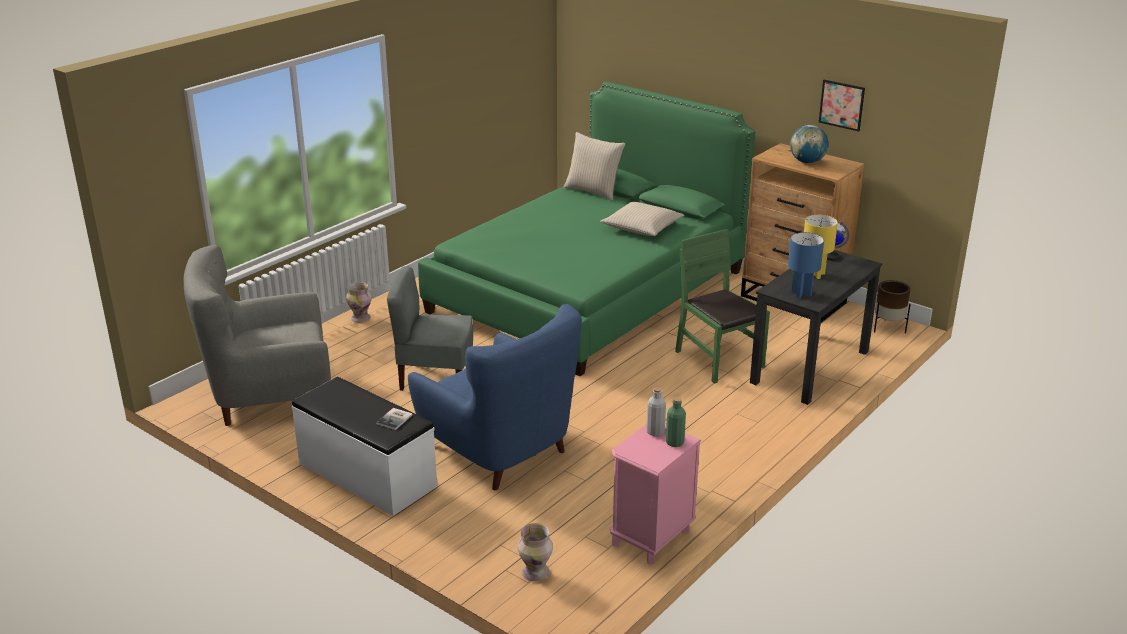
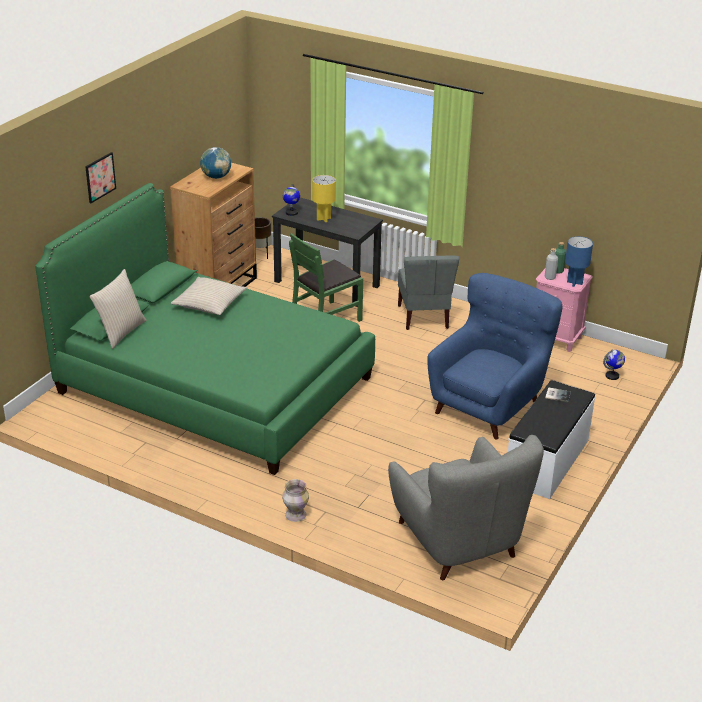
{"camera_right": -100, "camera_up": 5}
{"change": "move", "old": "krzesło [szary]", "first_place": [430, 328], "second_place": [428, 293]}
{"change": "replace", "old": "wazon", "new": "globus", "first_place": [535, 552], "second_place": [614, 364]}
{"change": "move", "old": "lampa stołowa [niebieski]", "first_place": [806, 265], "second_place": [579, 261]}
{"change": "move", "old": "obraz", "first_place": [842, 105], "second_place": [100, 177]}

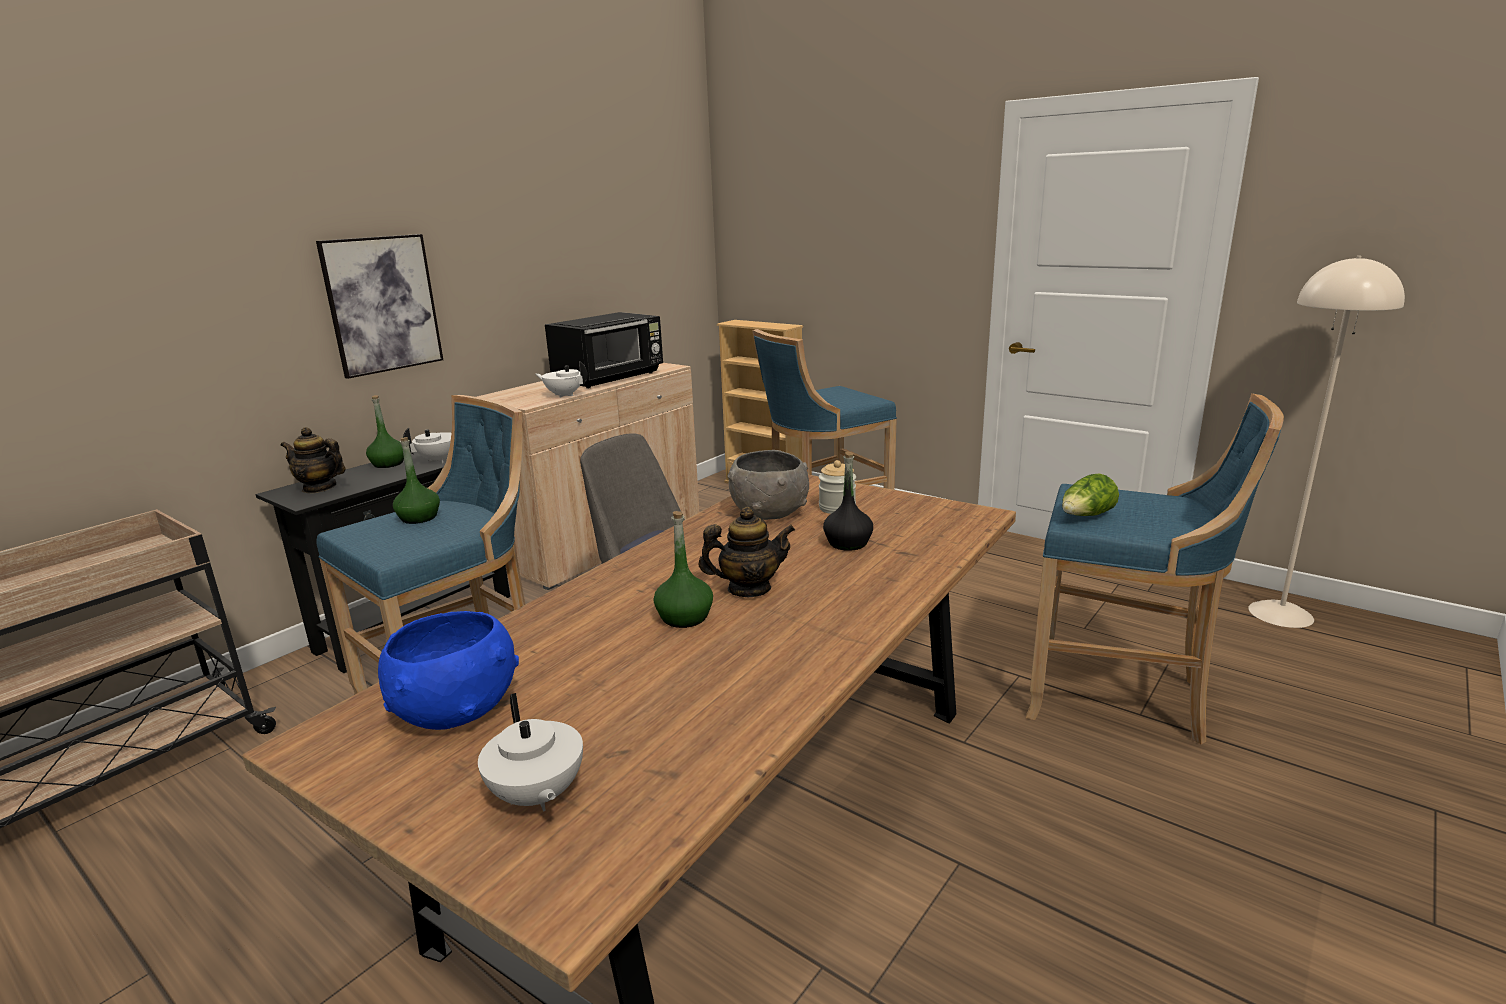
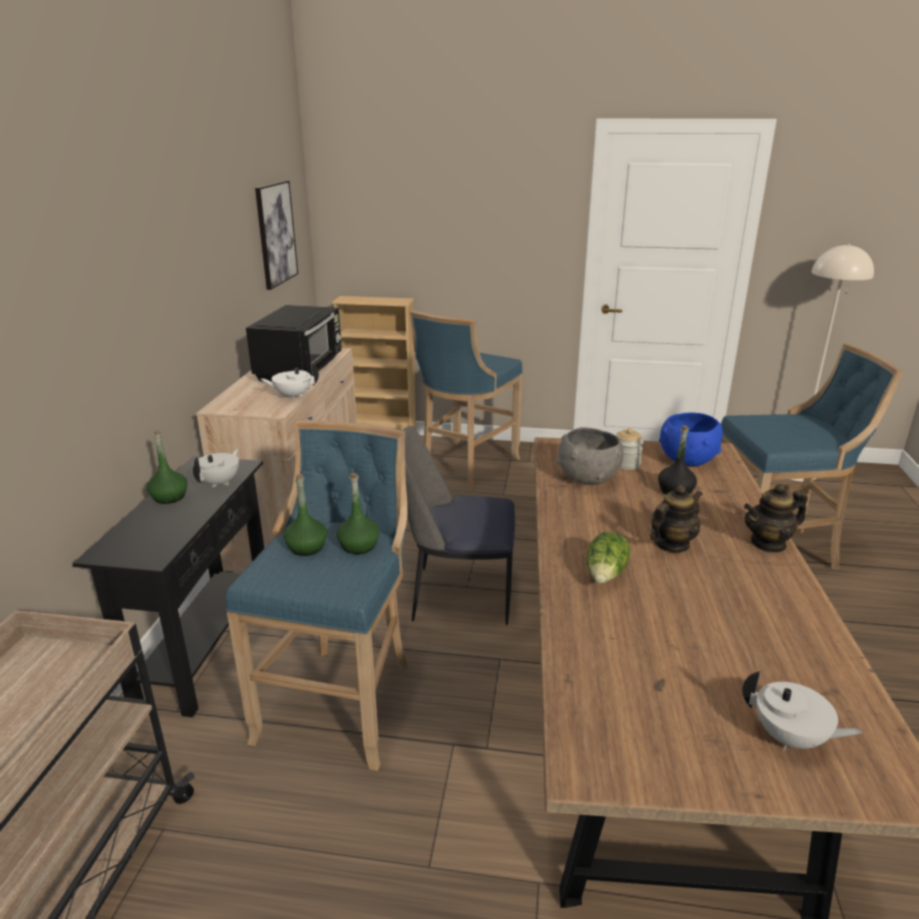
{"camera_right": -30, "camera_up": 5}
{"change": "move", "old": "imbryk", "first_place": [313, 460], "second_place": [776, 518]}
{"change": "move", "old": "obraz", "first_place": [379, 306], "second_place": [276, 235]}
{"change": "move", "old": "miska [niebieski]", "first_place": [448, 670], "second_place": [691, 439]}
{"change": "move", "old": "butelka [zielony]", "first_place": [683, 569], "second_place": [358, 513]}
{"change": "move", "old": "sałata", "first_place": [1090, 494], "second_place": [608, 557]}

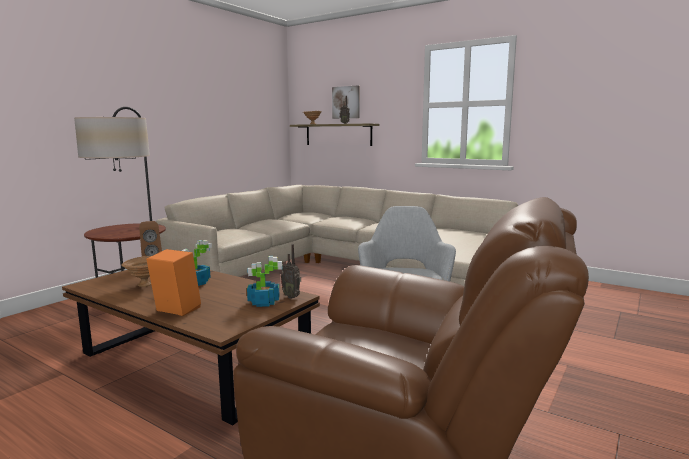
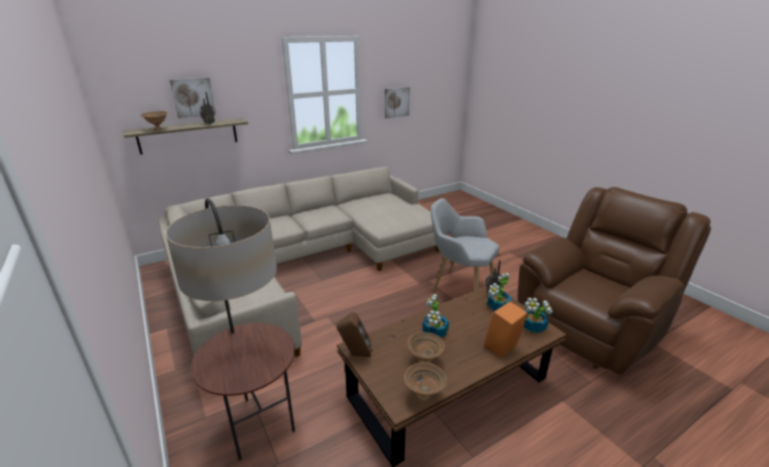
{"camera_right": -65, "camera_up": 15}
{"change": "insert", "new": "obraz", "second_place": [397, 102]}
{"change": "insert", "new": "miska [brązowy]", "second_place": [425, 381]}
{"change": "insert", "new": "roślina doniczkowa", "second_place": [538, 315]}

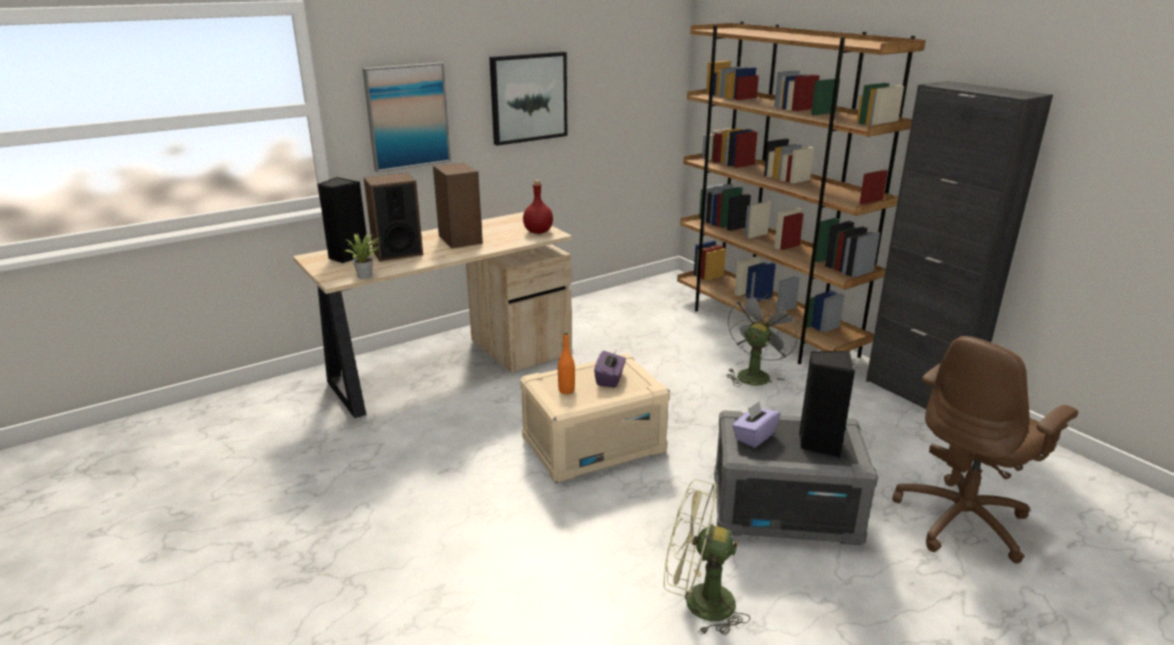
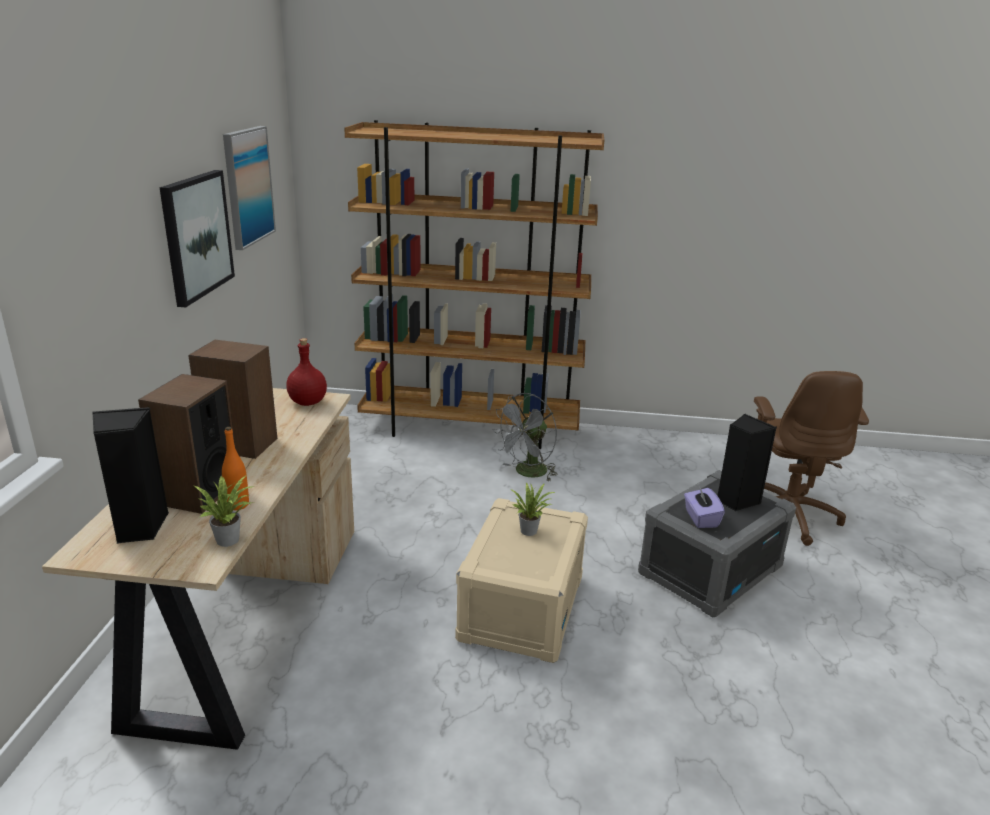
{"camera_right": -50, "camera_up": 0}
{"change": "move", "old": "obraz", "first_place": [406, 117], "second_place": [249, 188]}
{"change": "move", "old": "butelka [pomarańczowy]", "first_place": [566, 363], "second_place": [235, 468]}
{"change": "replace", "old": "pudełko chusteczek [fioletowy]", "new": "roślina doniczkowa", "first_place": [610, 368], "second_place": [532, 509]}
{"change": "delete", "old": "wentylator [zielony]", "first_place": [707, 557]}
{"change": "rotate", "old": "wentylator [szary]", "first_place": [763, 340], "second_place": [525, 437], "degrees": -120}
{"change": "delete", "old": "szafka [czarny]", "first_place": [959, 245]}

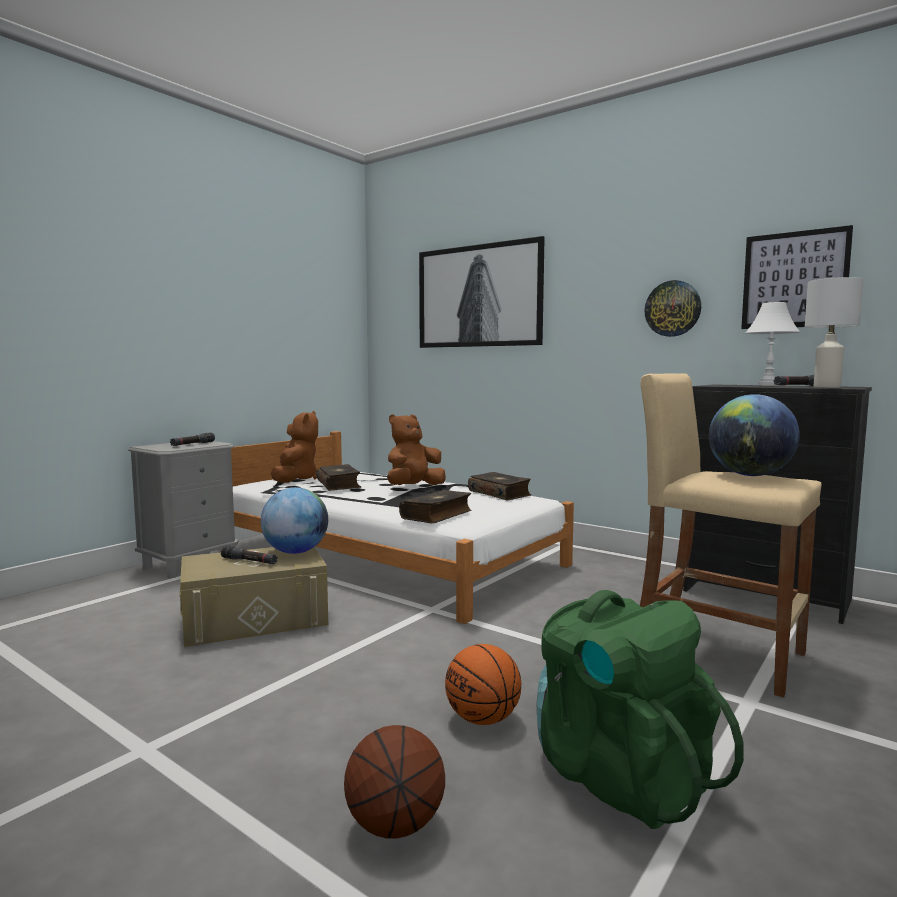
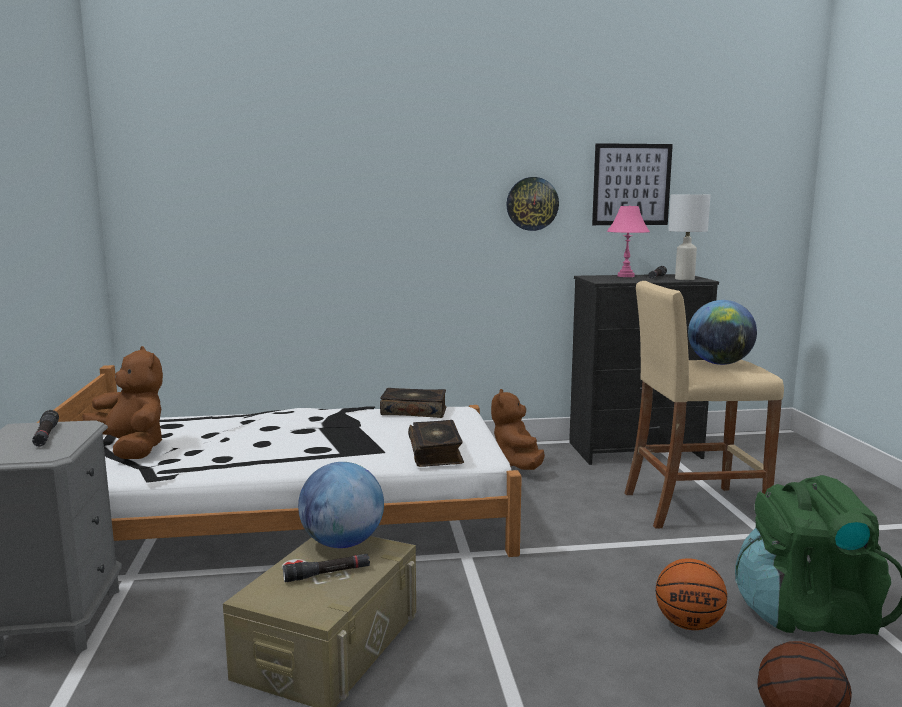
{"camera_right": -45, "camera_up": 5}
{"change": "delete", "old": "książka", "first_place": [338, 477]}
{"change": "move", "old": "pluszak [brązowy]", "first_place": [416, 449], "second_place": [518, 429]}
{"change": "delete", "old": "obraz", "first_place": [482, 292]}
{"change": "recolor", "old": "lampa stołowa [biały]", "new": "lampa stołowa [różowy]", "first_place": [772, 344], "second_place": [628, 241]}

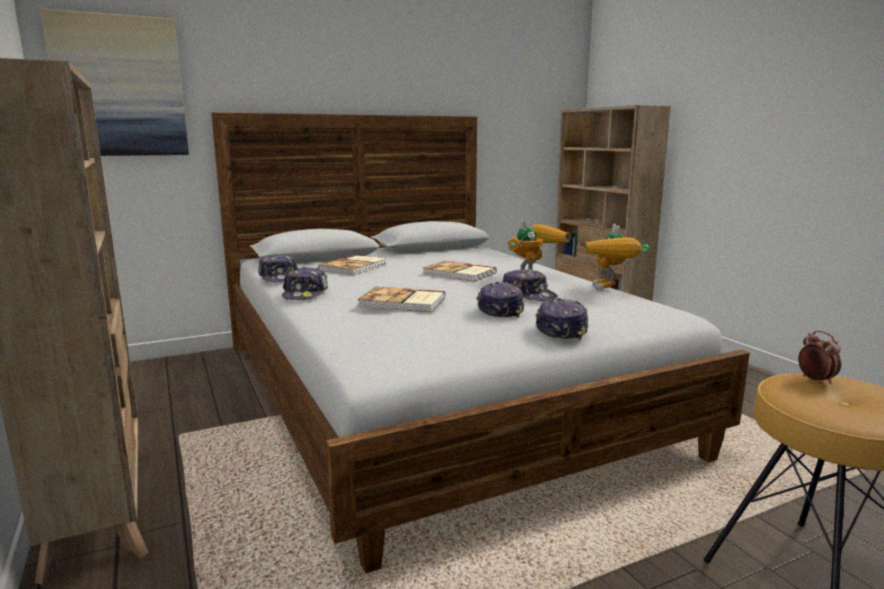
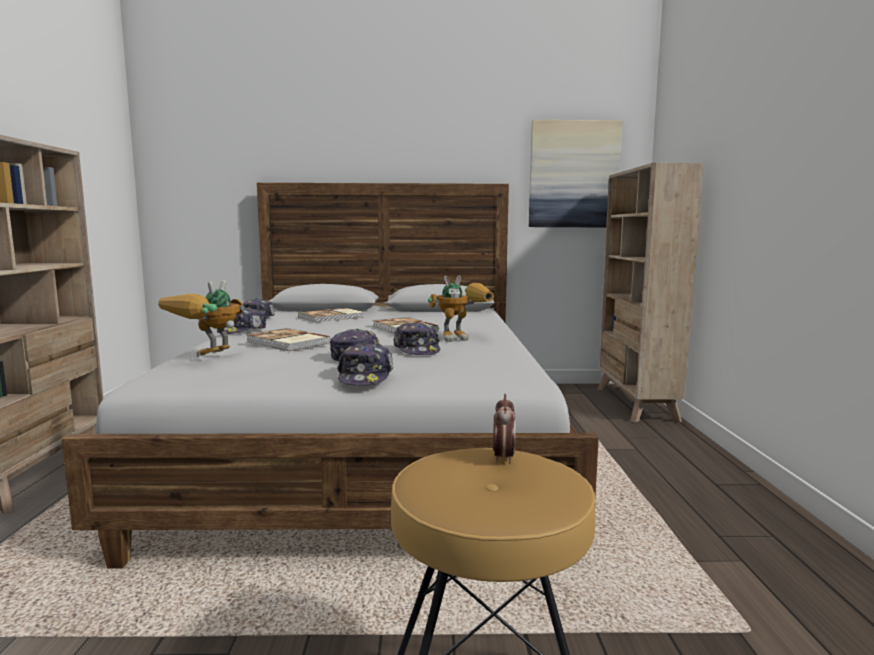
{"camera_right": 25, "camera_up": -5}
{"change": "move", "old": "obraz", "first_place": [115, 82], "second_place": [576, 173]}
{"change": "rotate", "old": "czapka z daszkiem", "first_place": [561, 319], "second_place": [365, 364], "degrees": 150}
{"change": "move", "old": "robot zabawkowy", "first_place": [617, 257], "second_place": [201, 318]}

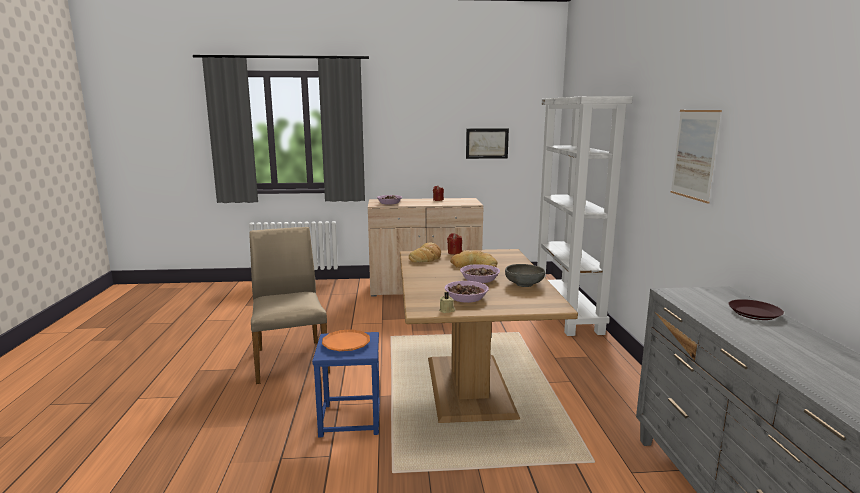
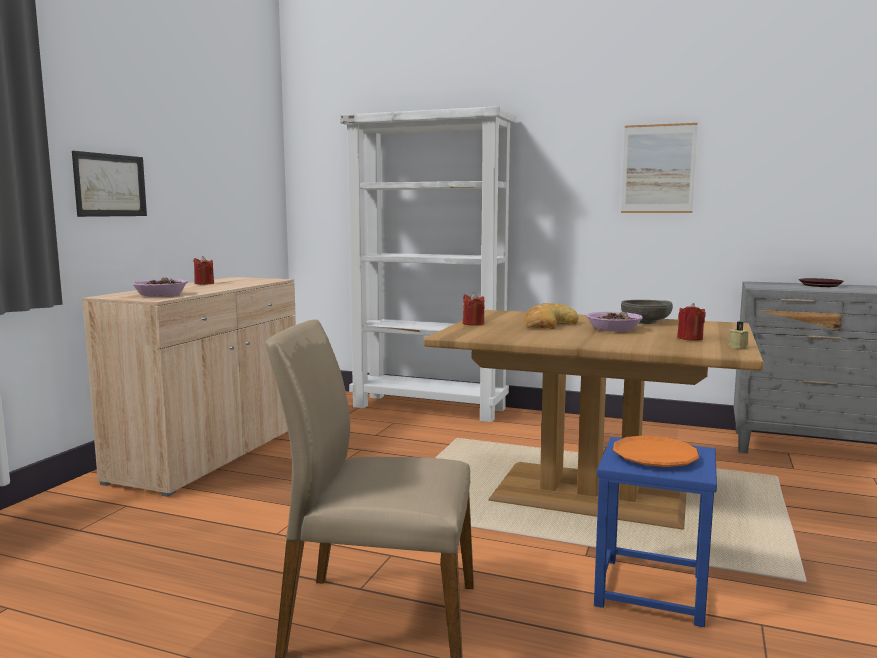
{"camera_right": -65, "camera_up": -5}
{"change": "delete", "old": "chleb", "first_place": [425, 252]}
{"change": "replace", "old": "miska", "new": "świeca [czerwony]", "first_place": [467, 292], "second_place": [691, 322]}
{"change": "move", "old": "obraz", "first_place": [487, 143], "second_place": [109, 184]}

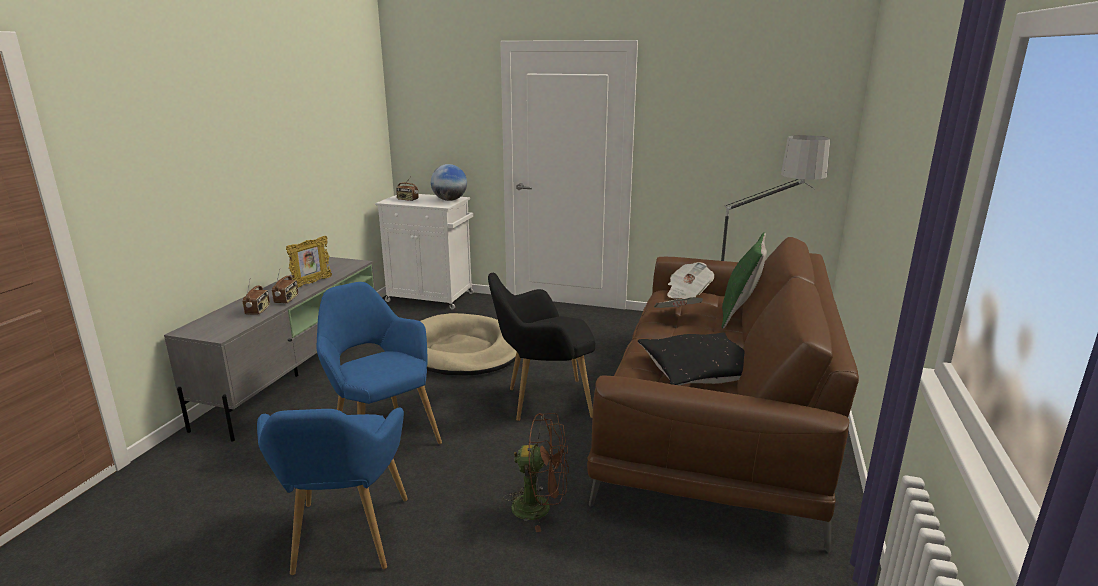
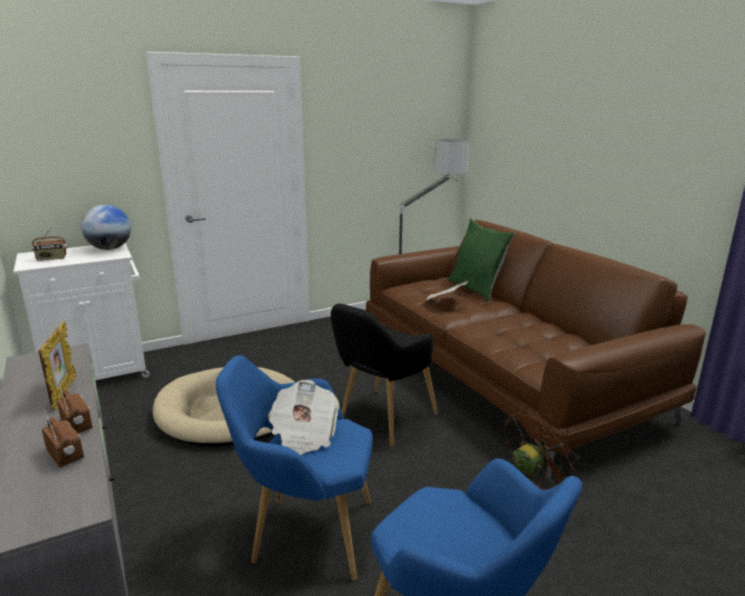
{"camera_right": -45, "camera_up": 0}
{"change": "delete", "old": "poduszka [czarny]", "first_place": [691, 358]}
{"change": "move", "old": "gazeta", "first_place": [690, 280], "second_place": [304, 417]}

